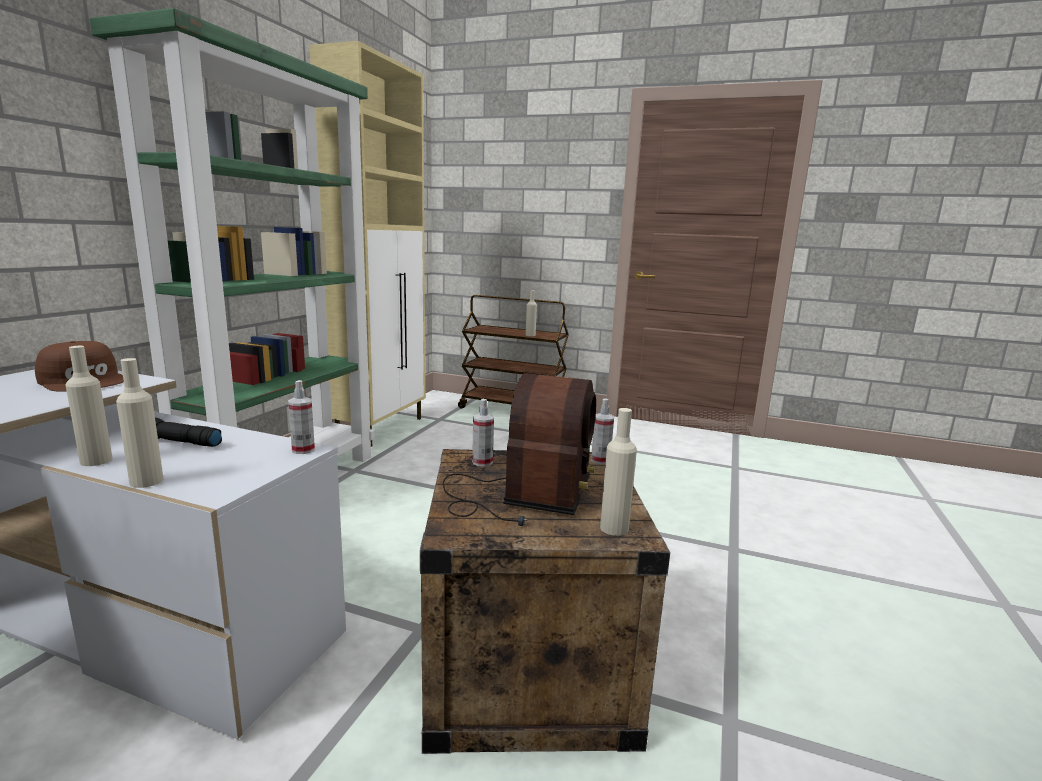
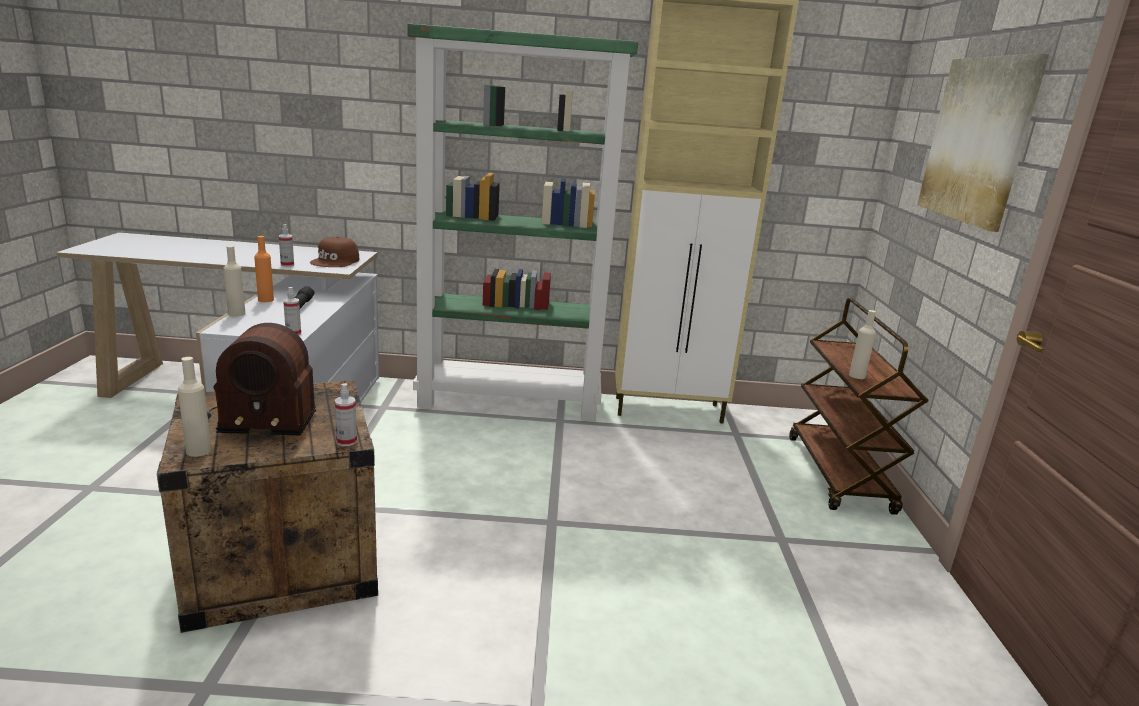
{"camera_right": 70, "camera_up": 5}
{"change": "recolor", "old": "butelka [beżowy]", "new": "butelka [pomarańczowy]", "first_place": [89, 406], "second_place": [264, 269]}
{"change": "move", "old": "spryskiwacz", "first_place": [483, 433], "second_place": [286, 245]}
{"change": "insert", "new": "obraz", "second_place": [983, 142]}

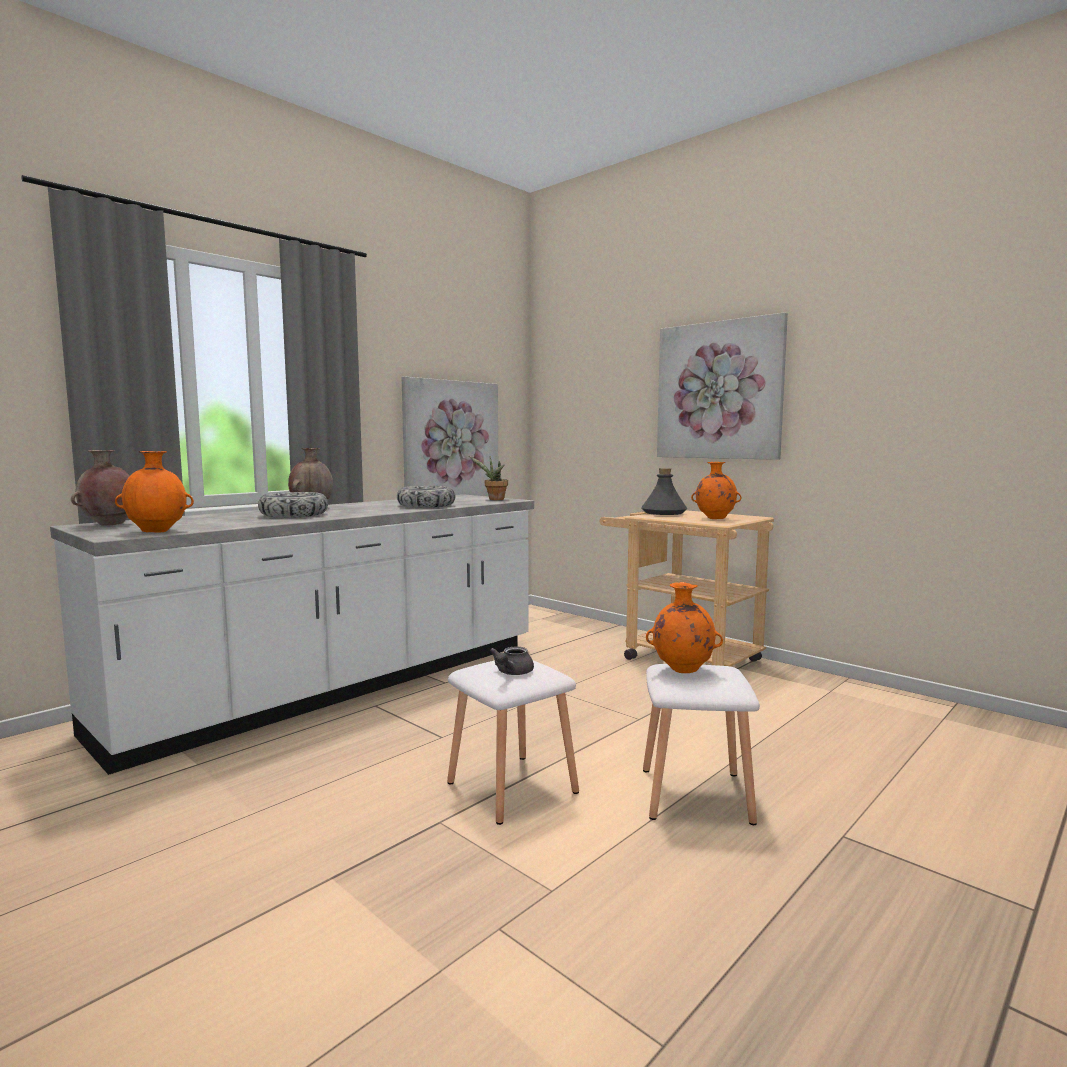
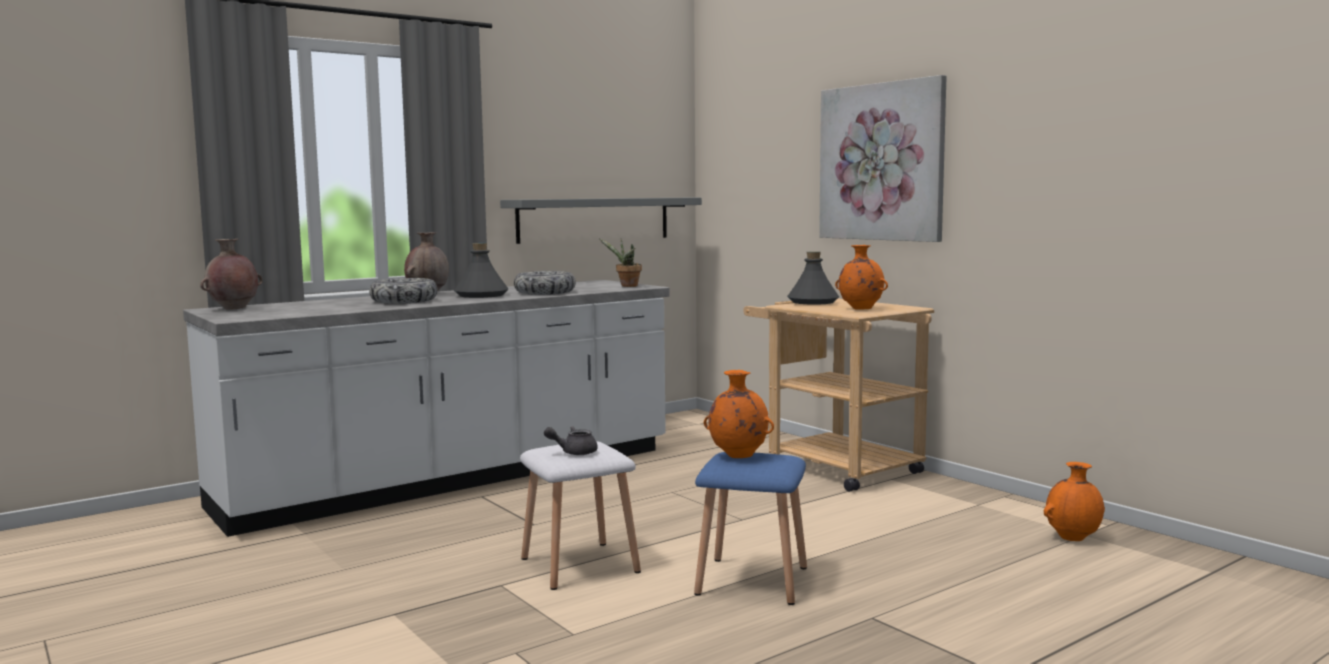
{"camera_right": 10, "camera_up": 0}
{"change": "move", "old": "wazon [pomarańczowy]", "first_place": [154, 491], "second_place": [1074, 501]}
{"change": "replace", "old": "obraz", "new": "półka [szary]", "first_place": [450, 437], "second_place": [601, 220]}
{"change": "rotate", "old": "imbryk [szary]", "first_place": [512, 661], "second_place": [571, 440], "degrees": 45}
{"change": "recolor", "old": "stołek [biały]", "new": "stołek [niebieski]", "first_place": [701, 744], "second_place": [750, 528]}
{"change": "insert", "new": "butelka [szary]", "second_place": [481, 270]}

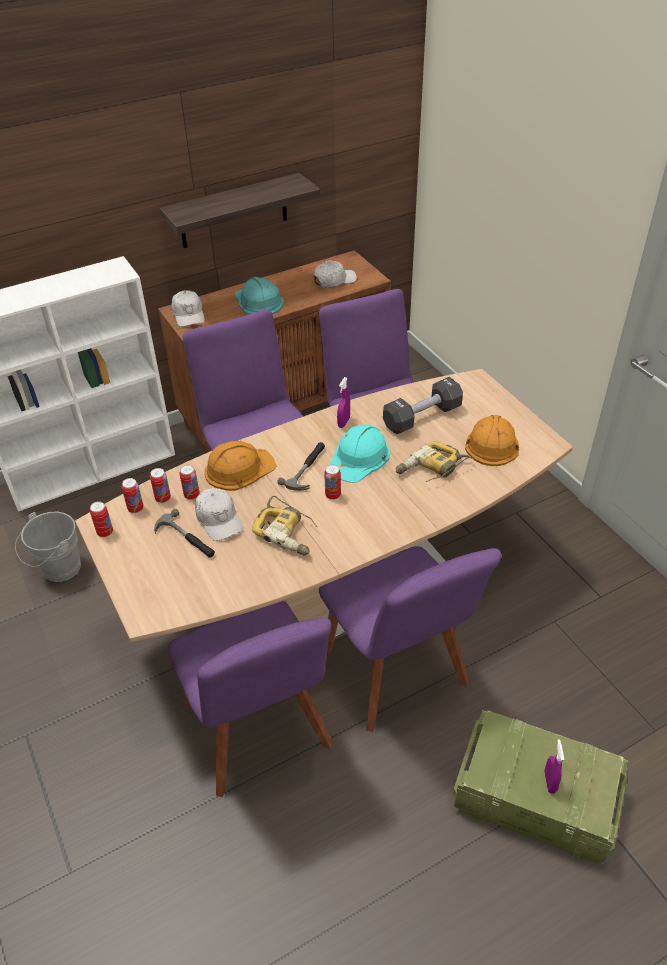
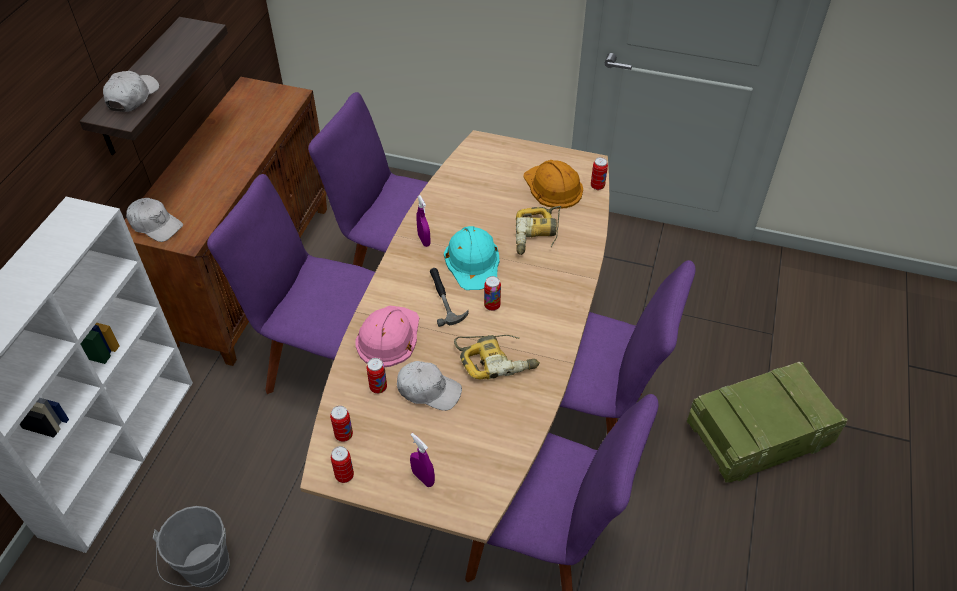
{"camera_right": -45, "camera_up": 5}
{"change": "move", "old": "puszka", "first_place": [160, 485], "second_place": [599, 173]}
{"change": "delete", "old": "młotek", "first_place": [184, 533]}
{"change": "recolor", "old": "kask [pomarańczowy]", "new": "kask [różowy]", "first_place": [240, 466], "second_place": [387, 336]}
{"change": "delete", "old": "kask [turkusowy]", "first_place": [259, 296]}
{"change": "move", "old": "czapka z daszkiem [biały]", "first_place": [335, 274], "second_place": [131, 91]}
{"change": "delete", "old": "hantel [czarny]", "first_place": [423, 405]}
{"change": "move", "old": "spryskiwacz [fioletowy]", "first_place": [554, 766], "second_place": [422, 460]}

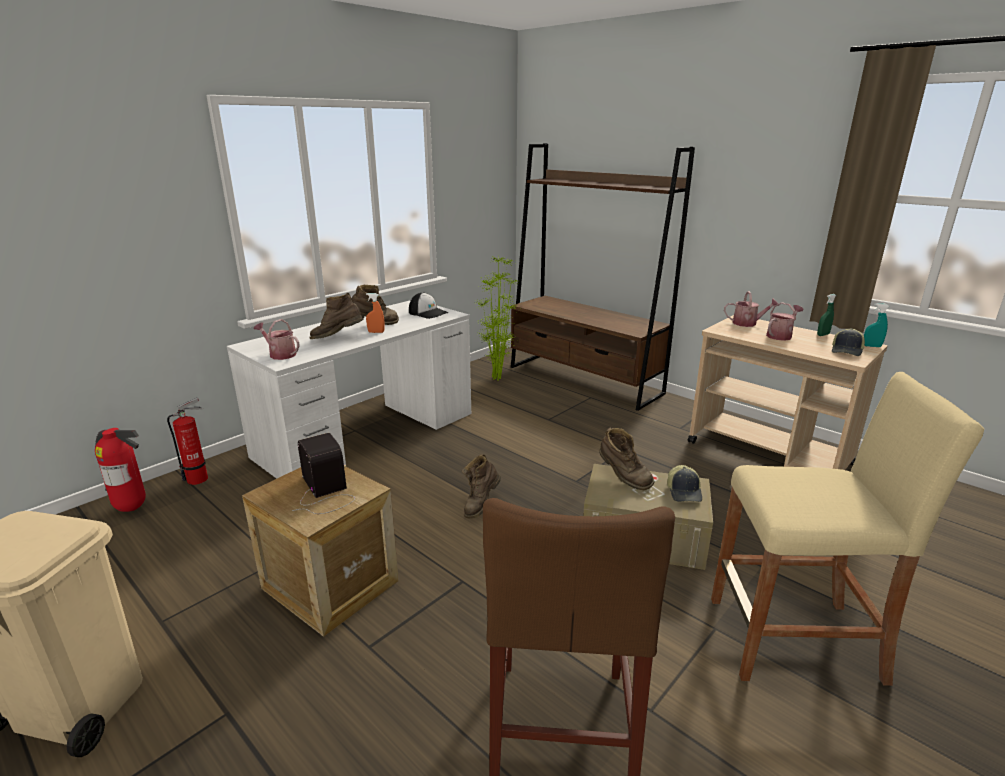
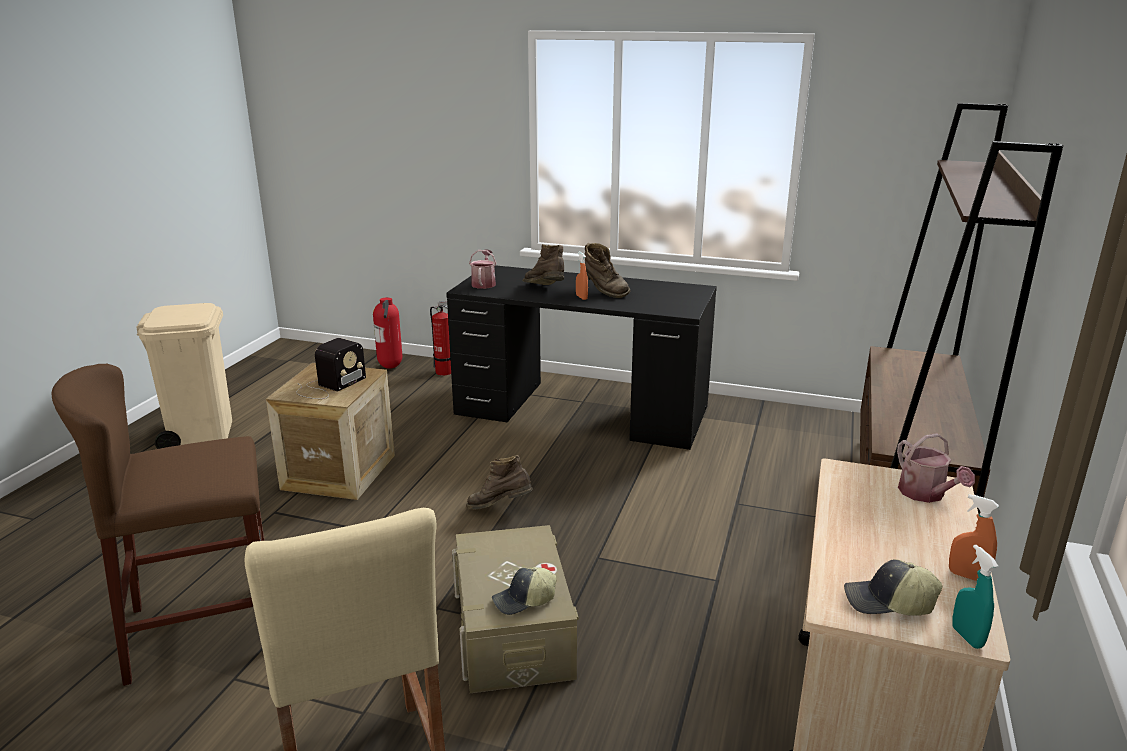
{"camera_right": 65, "camera_up": 0}
{"change": "recolor", "old": "biurko [biały]", "new": "biurko [czarny]", "first_place": [349, 389], "second_place": [581, 357]}
{"change": "delete", "old": "czapka z daszkiem", "first_place": [428, 306]}
{"change": "delete", "old": "roślina doniczkowa", "first_place": [497, 318]}
{"change": "delete", "old": "but z cholewką [brązowy]", "first_place": [626, 459]}
{"change": "delete", "old": "konewka", "first_place": [785, 321]}
{"change": "recolor", "old": "spryskiwacz [zielony]", "new": "spryskiwacz [pomarańczowy]", "first_place": [826, 315], "second_place": [974, 537]}

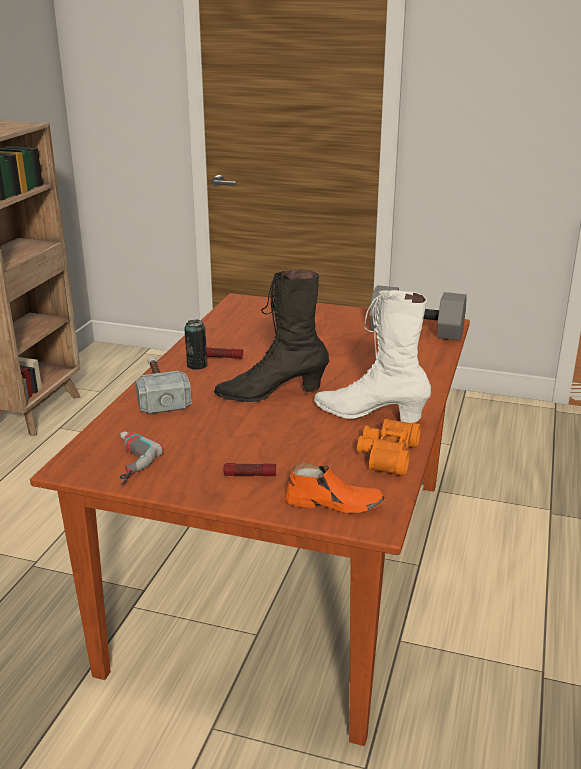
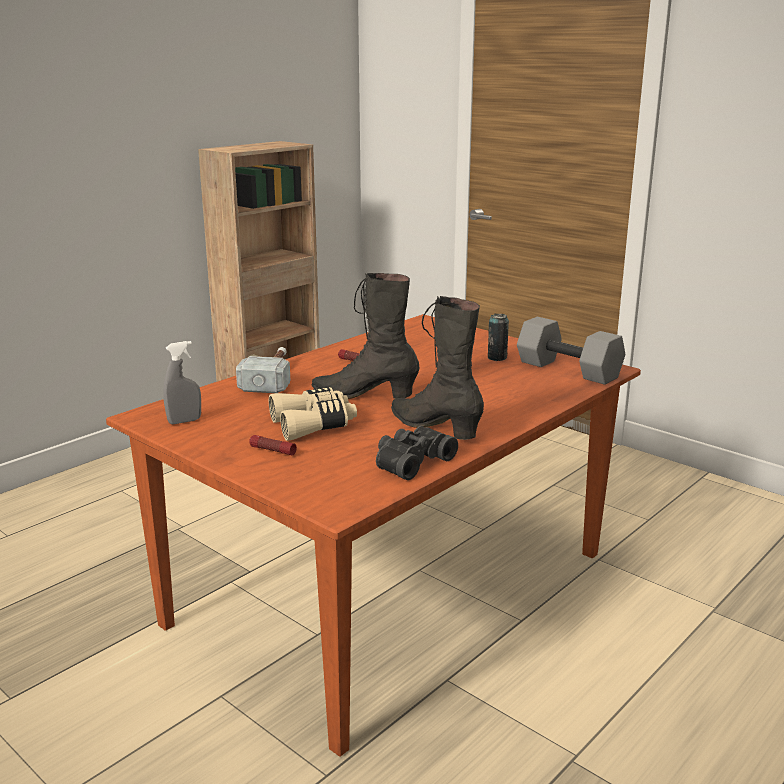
{"camera_right": 25, "camera_up": -5}
{"change": "replace", "old": "wiertarka", "new": "spryskiwacz [szary]", "first_place": [141, 458], "second_place": [182, 382]}
{"change": "move", "old": "puszka", "first_place": [196, 344], "second_place": [498, 337]}
{"change": "delete", "old": "but [pomarańczowy]", "first_place": [335, 488]}
{"change": "recolor", "old": "but z cholewką [biały]", "new": "but z cholewką [czarny]", "first_place": [372, 356], "second_place": [437, 368]}
{"change": "recolor", "old": "lornetka [pomarańczowy]", "new": "lornetka [czarny]", "first_place": [389, 447], "second_place": [417, 453]}
{"change": "insert", "new": "lornetka [beżowy]", "second_place": [313, 414]}

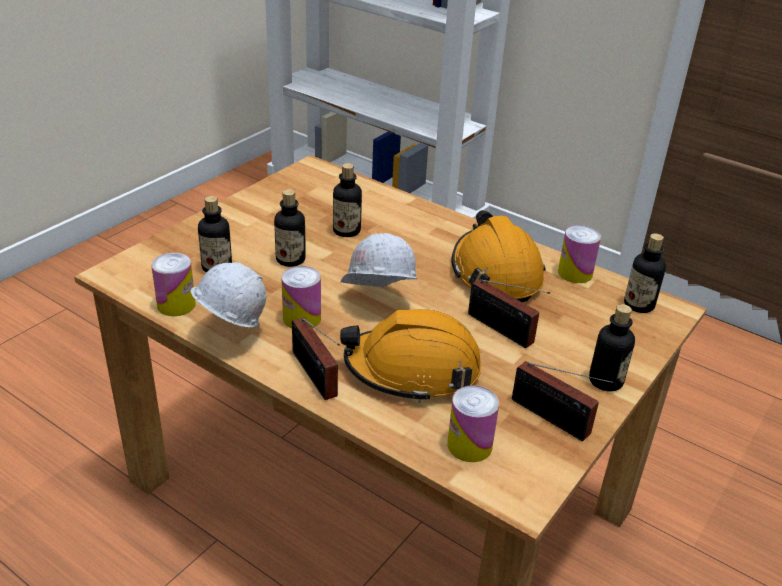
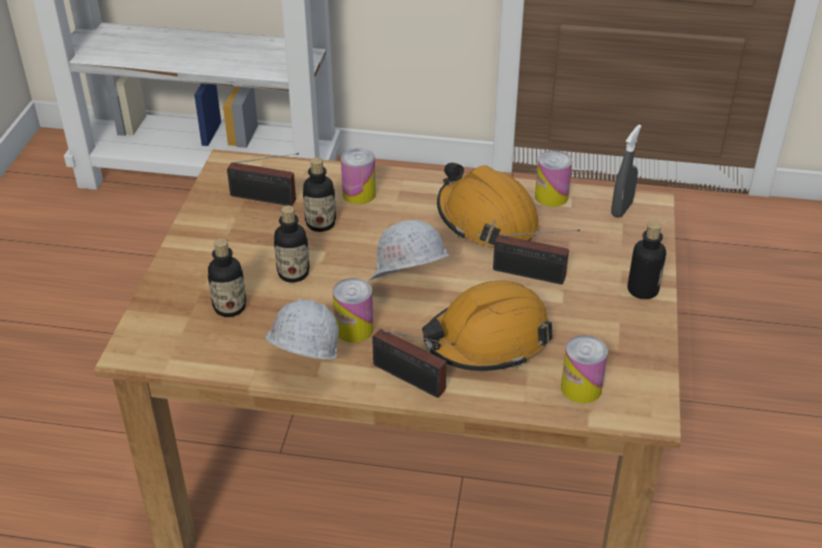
{"camera_right": -25, "camera_up": 5}
{"change": "move", "old": "puszka", "first_place": [173, 284], "second_place": [358, 176]}
{"change": "move", "old": "radio", "first_place": [563, 401], "second_place": [263, 179]}
{"change": "replace", "old": "butelka", "new": "spryskiwacz [szary]", "first_place": [645, 273], "second_place": [626, 171]}

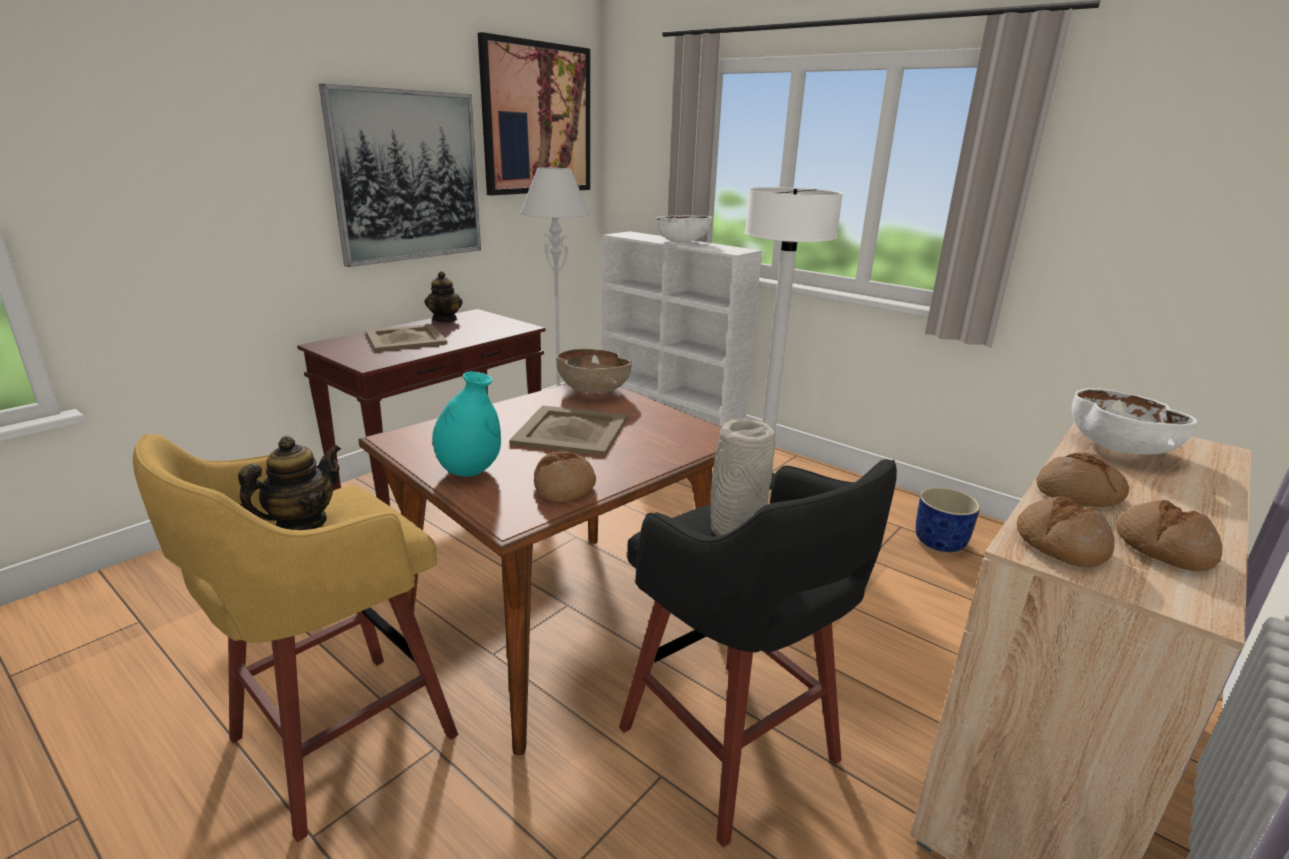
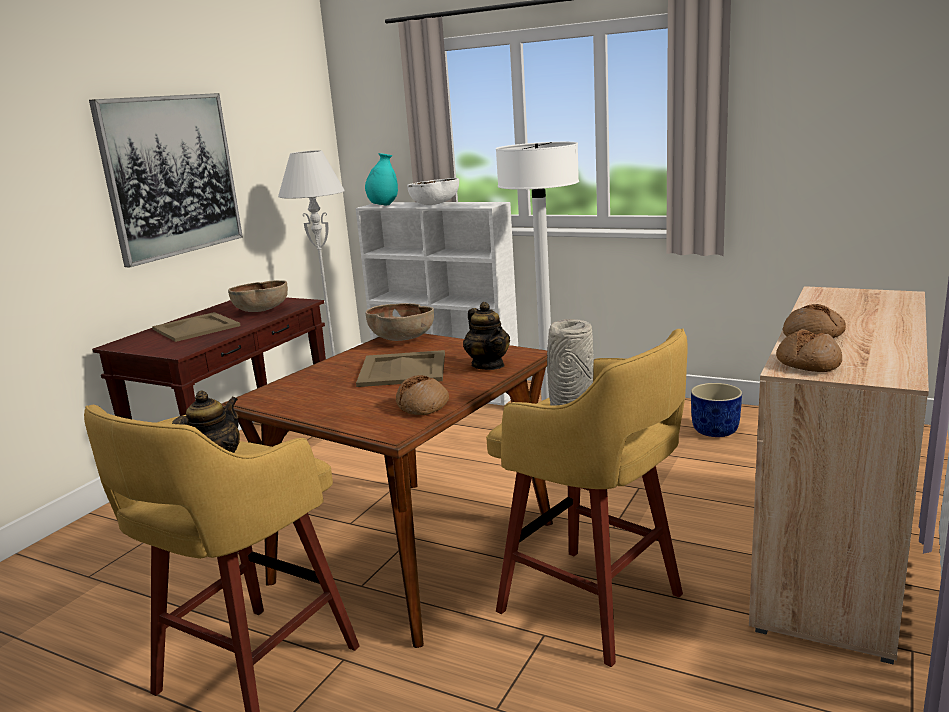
{"camera_right": -10, "camera_up": -5}
{"change": "move", "old": "imbryk", "first_place": [443, 296], "second_place": [486, 336]}
{"change": "move", "old": "wazon [turkusowy]", "first_place": [466, 424], "second_place": [381, 179]}
{"change": "delete", "old": "obraz", "first_place": [534, 114]}
{"change": "recolor", "old": "stołek [czarny]", "new": "stołek [żółty]", "first_place": [758, 653], "second_place": [587, 497]}
{"change": "delete", "old": "miska [biały]", "first_place": [1135, 421]}
{"change": "delete", "old": "chleb", "first_place": [1169, 535]}
{"change": "insert", "new": "miska [brązowy]", "second_place": [258, 296]}

